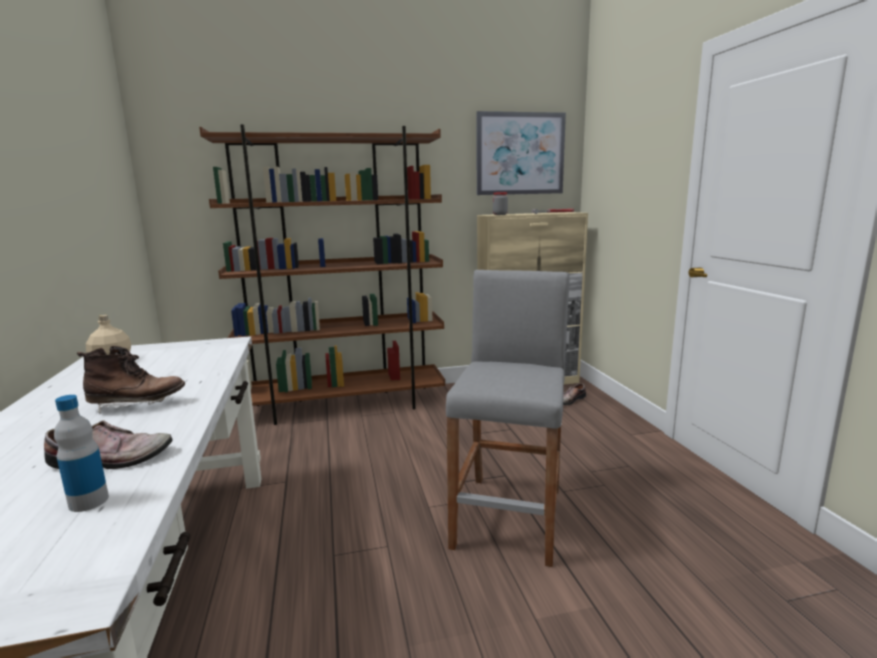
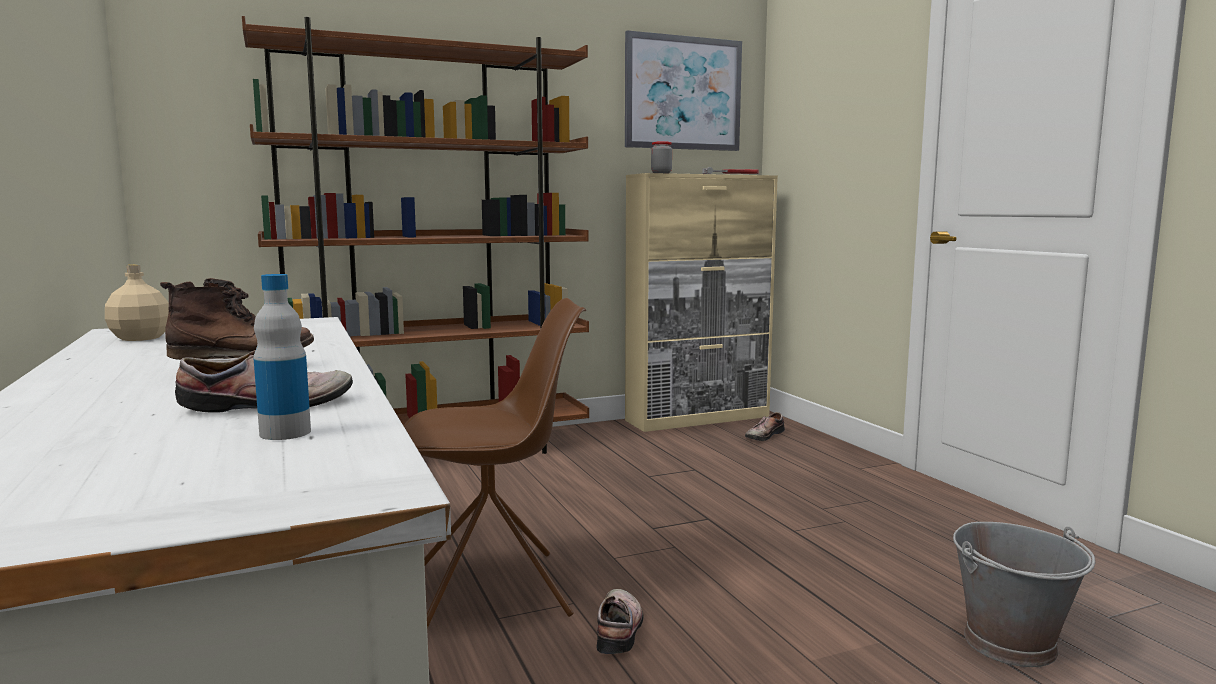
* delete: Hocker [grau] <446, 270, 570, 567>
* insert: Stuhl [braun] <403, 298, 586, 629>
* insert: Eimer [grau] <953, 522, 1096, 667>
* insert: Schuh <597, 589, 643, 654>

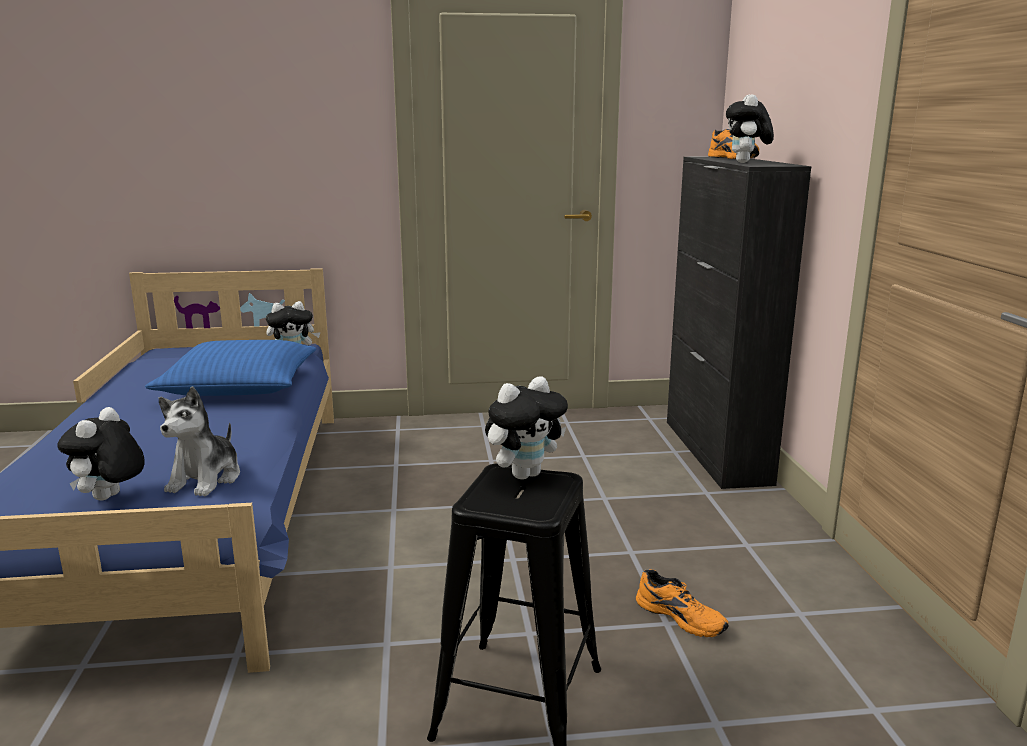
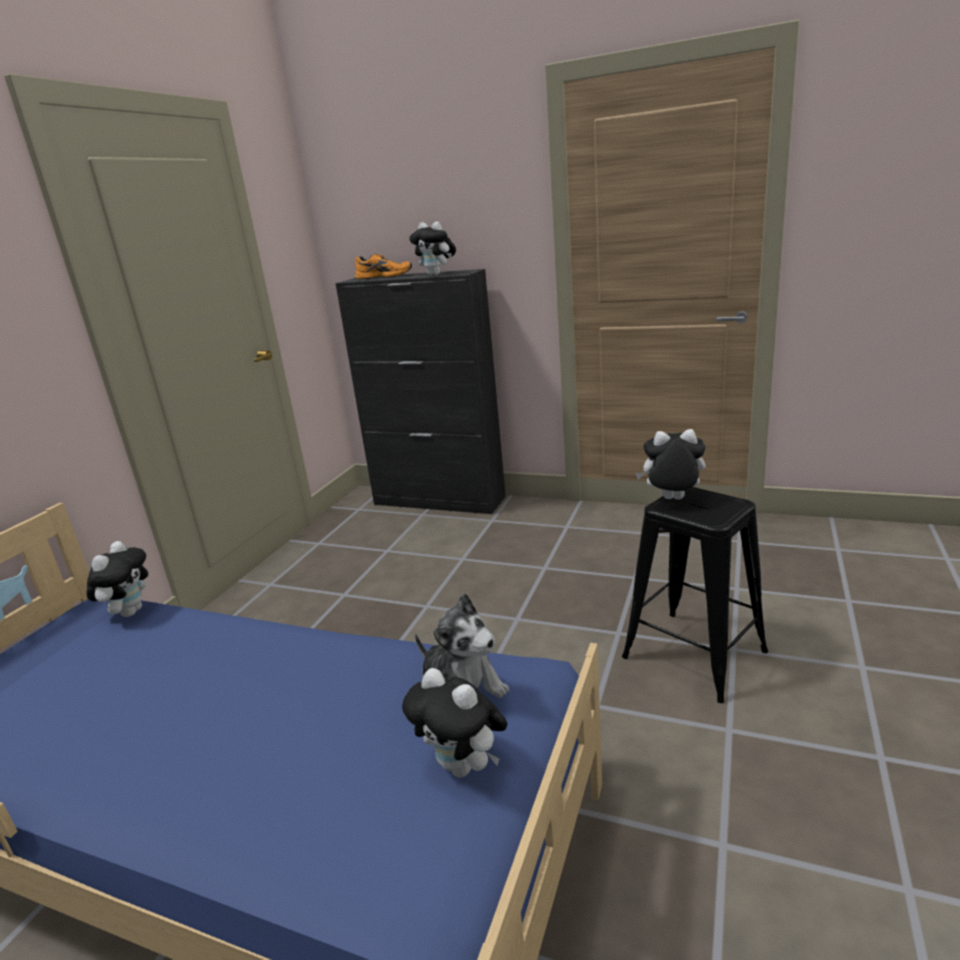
* delete: Kissen [blau] <145, 340, 316, 396>
* rotate: Plüschtier <485, 376, 568, 480> = <635, 429, 706, 500> 75 degrees counterclockwise
* delete: Schuh [orange] <636, 569, 729, 637>

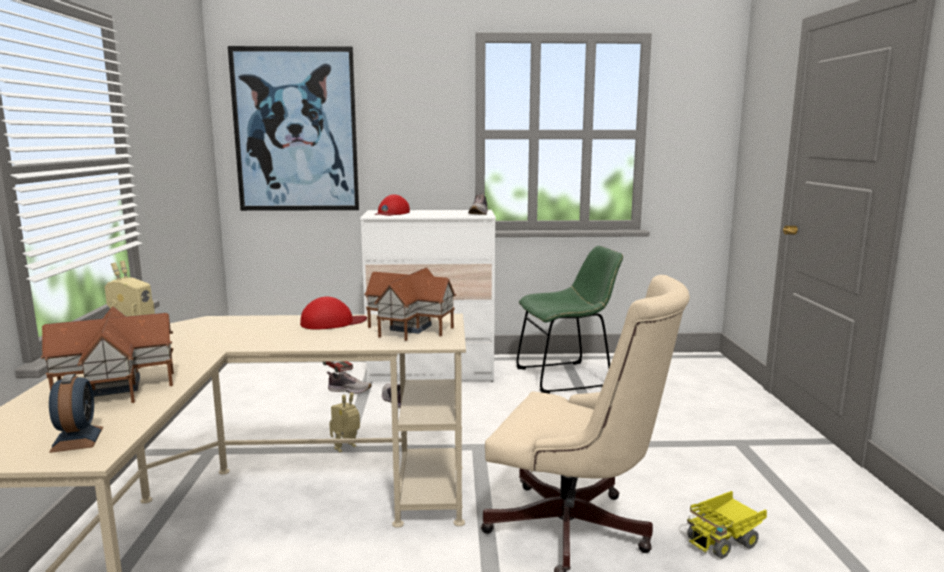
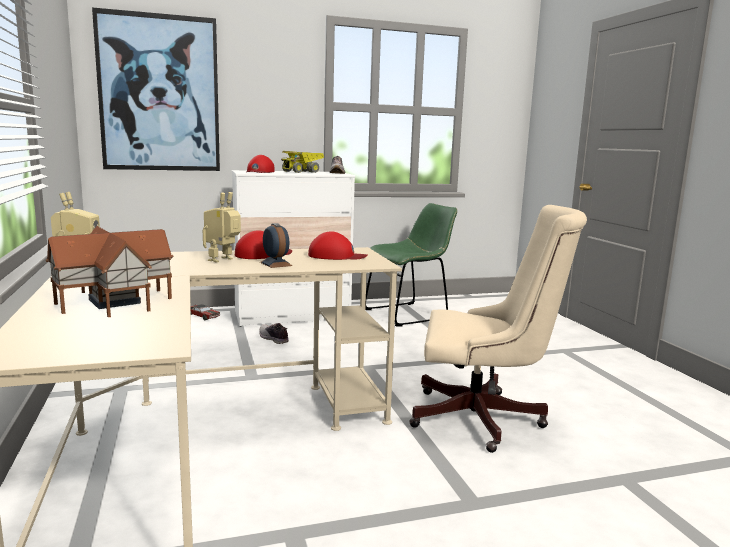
* replace: Spielzeughaus <364, 267, 456, 341> to Kappe [rot] <308, 231, 368, 260>
* delete: Schuh <327, 371, 371, 394>
* move: Wecker <49, 374, 103, 453> to <260, 223, 292, 268>
* move: Spielzeugroboter <329, 392, 360, 452> to <203, 192, 241, 262>
* move: Spielzeuglaster <687, 491, 767, 559> to <281, 151, 324, 173>

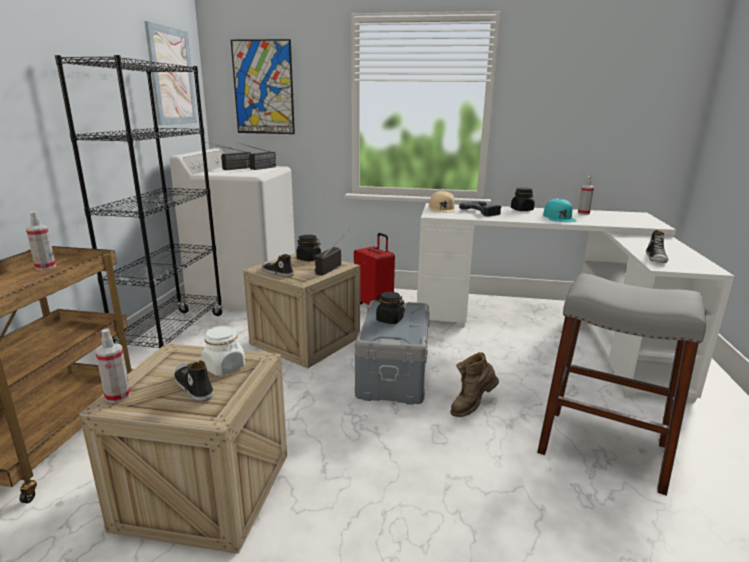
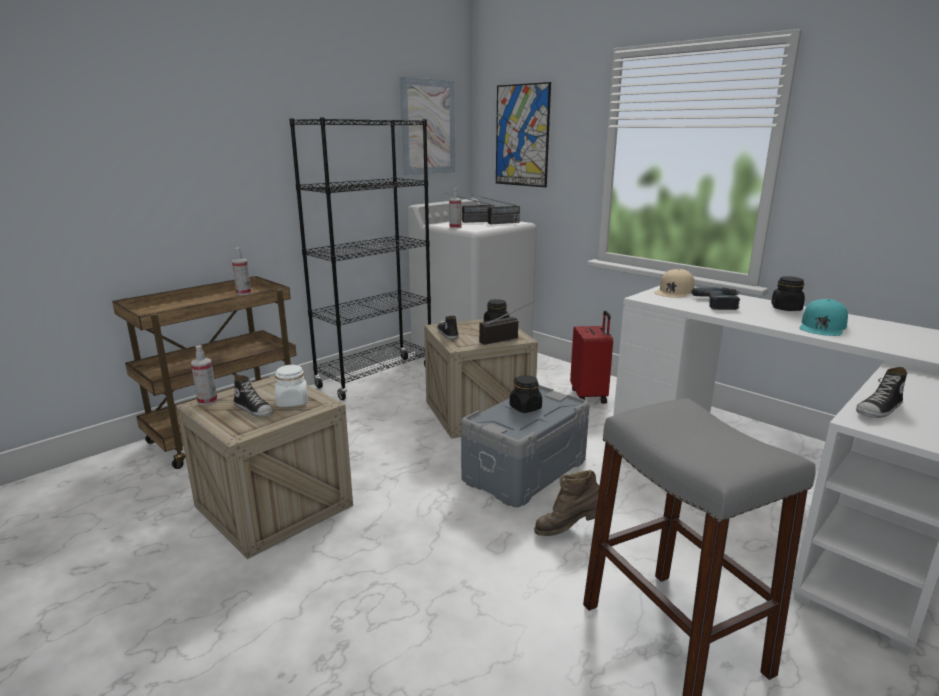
* move: Sprühflasche <578, 176, 594, 215> to <449, 188, 461, 229>
* rotate: Schuh <174, 360, 214, 402> = <234, 375, 274, 417> 135 degrees clockwise

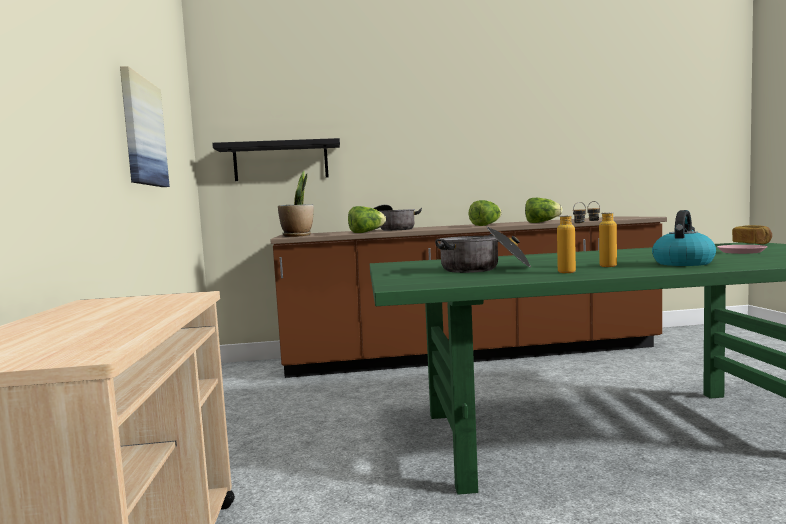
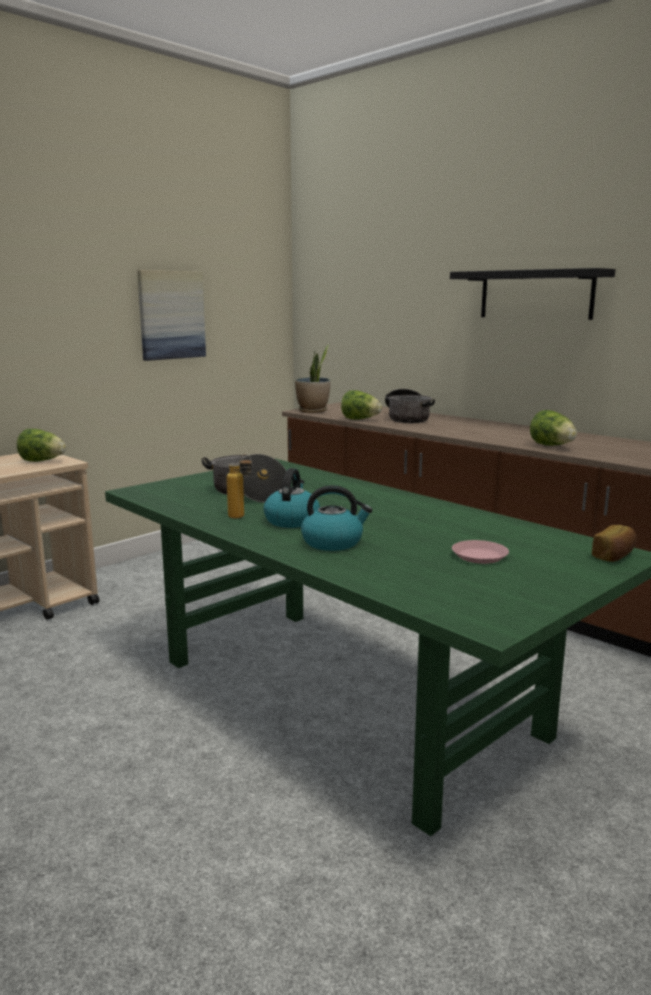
* move: Wandregal [schwarz] <212, 138, 340, 181> to <450, 268, 615, 320>
* move: Salatkopf <469, 200, 502, 226> to <17, 429, 66, 462>
* replace: Flasche <587, 201, 617, 267> to Wasserkessel <263, 468, 320, 528>

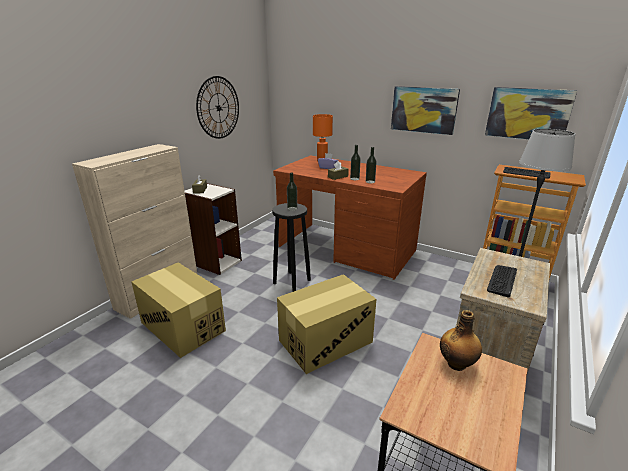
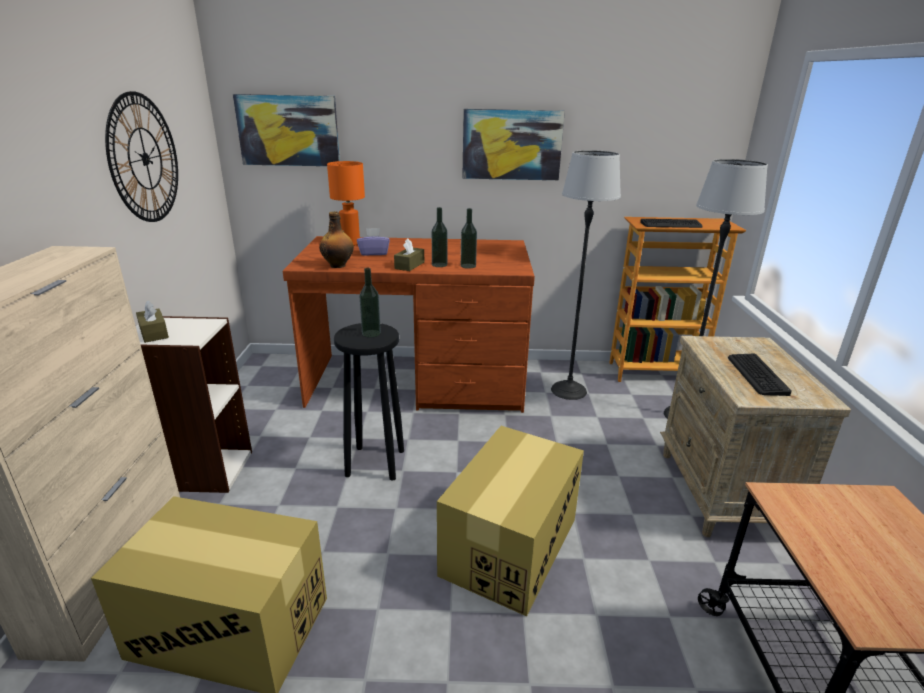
* move: Bild <485, 87, 577, 139> to <233, 94, 340, 166>
* move: Flasche <440, 310, 482, 371> to <319, 211, 354, 268>
* insert: Stehlampe <551, 150, 621, 400>

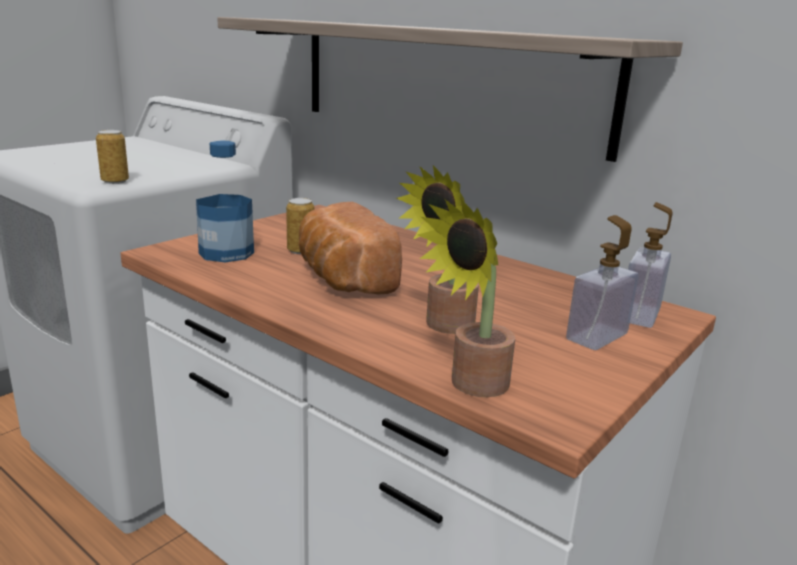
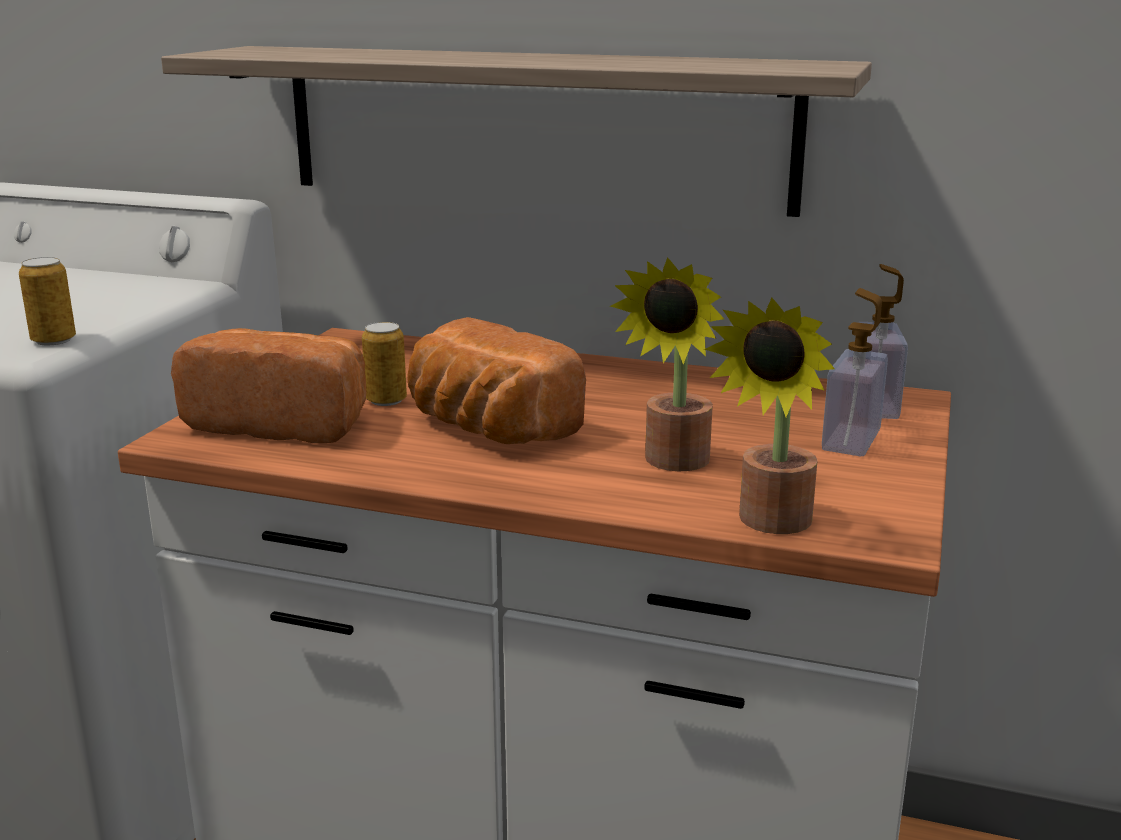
* replace: Flasche <196, 140, 254, 262> to Brot <171, 328, 366, 443>

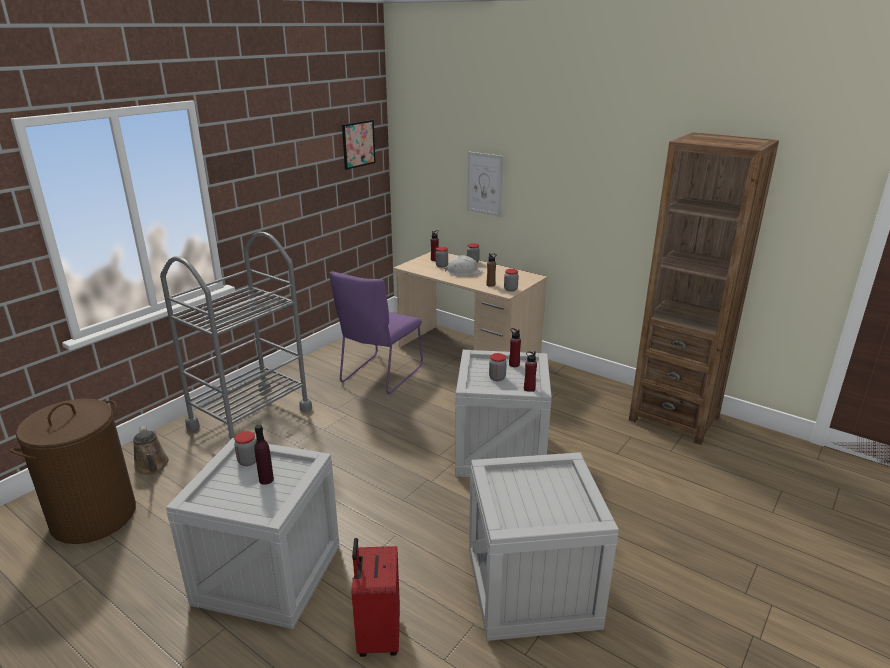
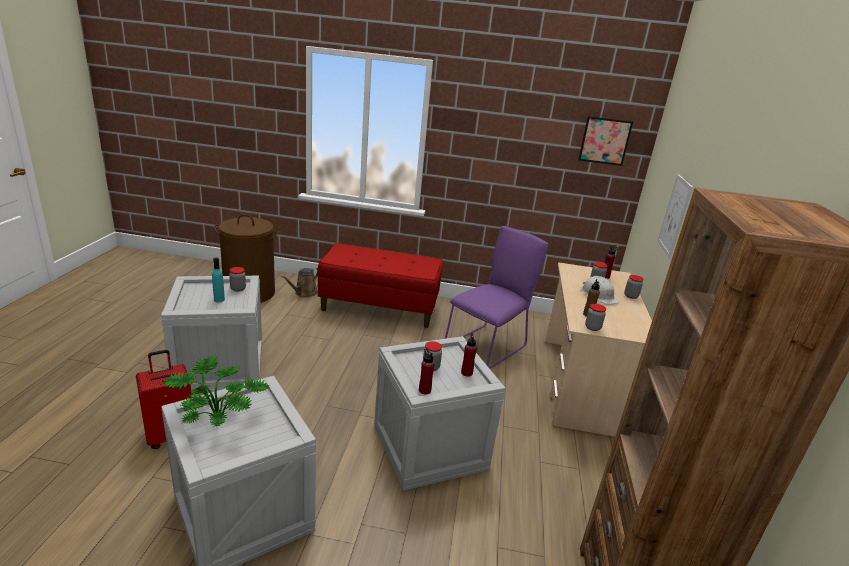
* replace: Rollwagen [grau] <160, 232, 312, 443> to Bank [rot] <318, 243, 443, 328>
* rotate: Stuhl [lila] <329, 272, 423, 394> = <445, 226, 548, 369> 135 degrees clockwise
* recolor: Flasche [lila] <254, 425, 274, 485> to Flasche [türkis] <212, 257, 225, 303>
* insert: Topfpflanze <163, 355, 270, 427>

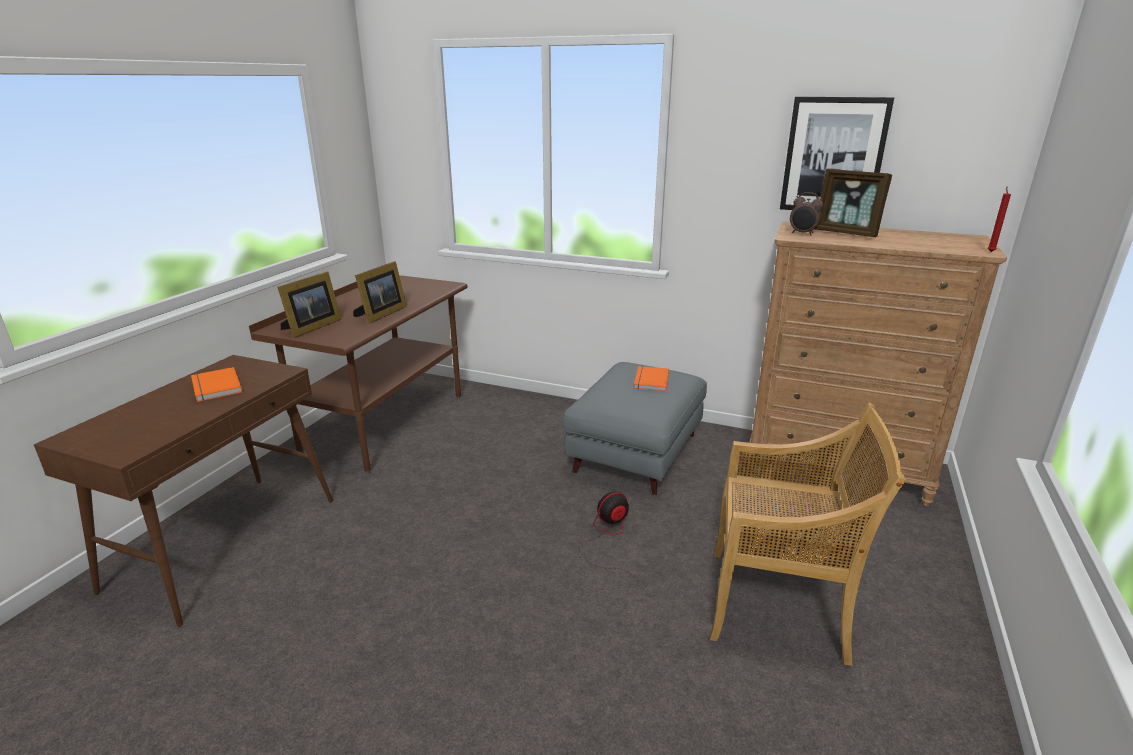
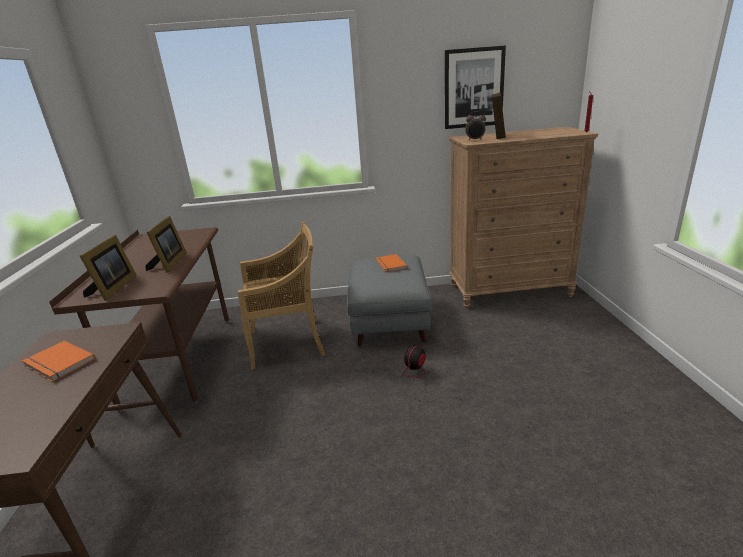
* rotate: Bilderrahmen <815, 169, 892, 237> = <492, 93, 506, 139> 90 degrees counterclockwise
* move: Stuhl [beige] <710, 403, 906, 666> to <238, 222, 326, 370>

